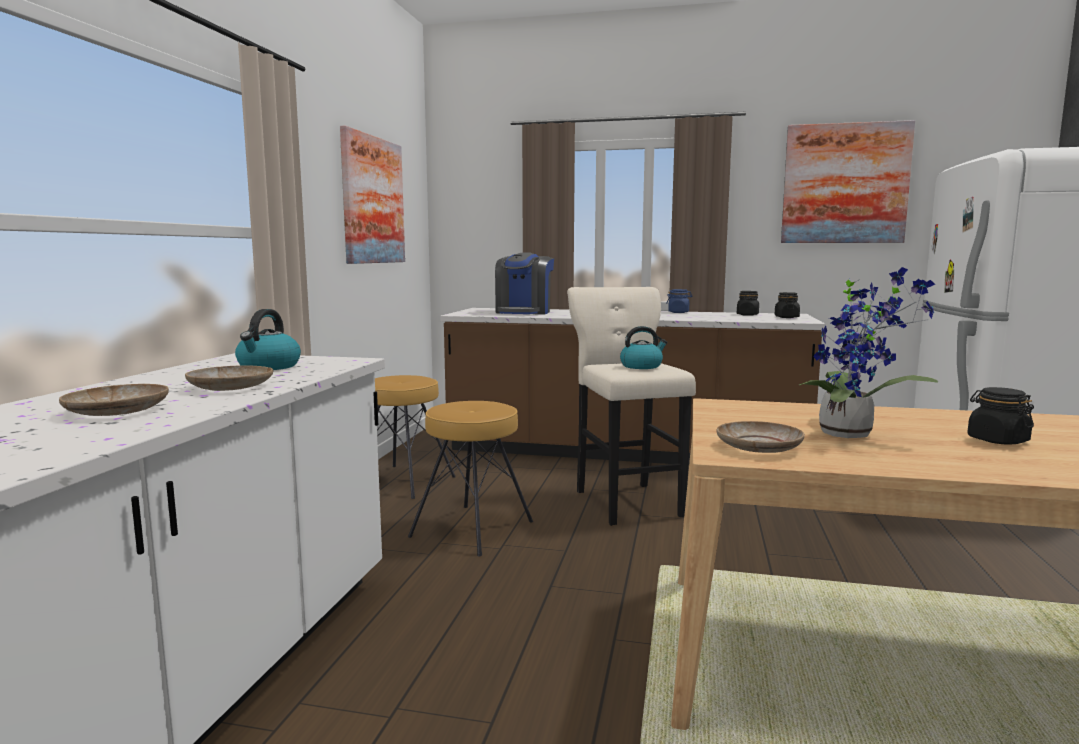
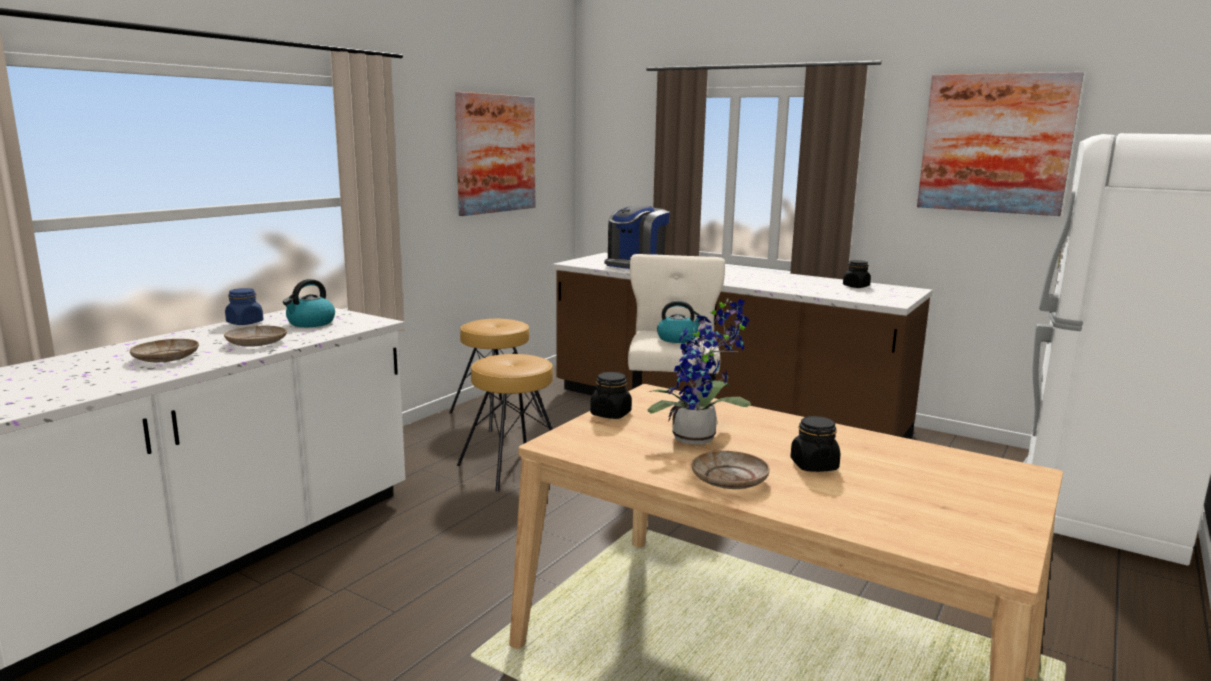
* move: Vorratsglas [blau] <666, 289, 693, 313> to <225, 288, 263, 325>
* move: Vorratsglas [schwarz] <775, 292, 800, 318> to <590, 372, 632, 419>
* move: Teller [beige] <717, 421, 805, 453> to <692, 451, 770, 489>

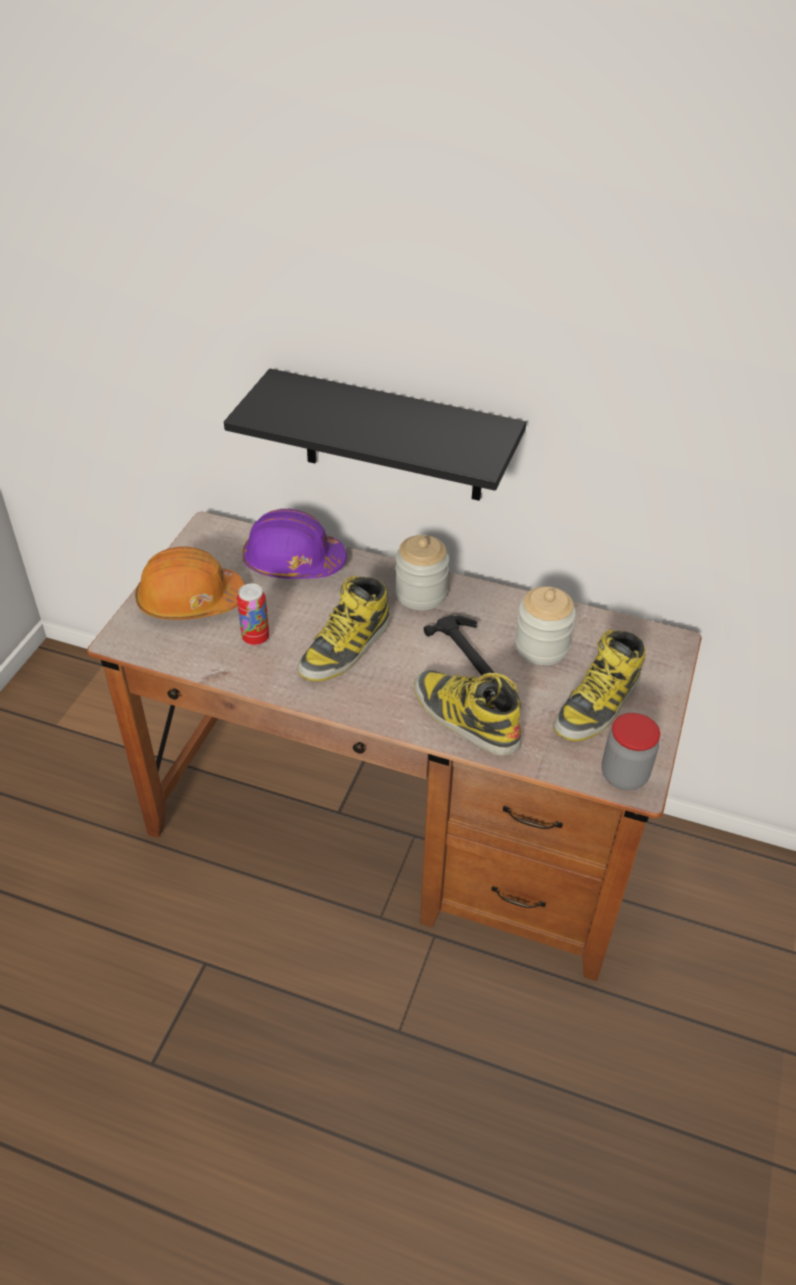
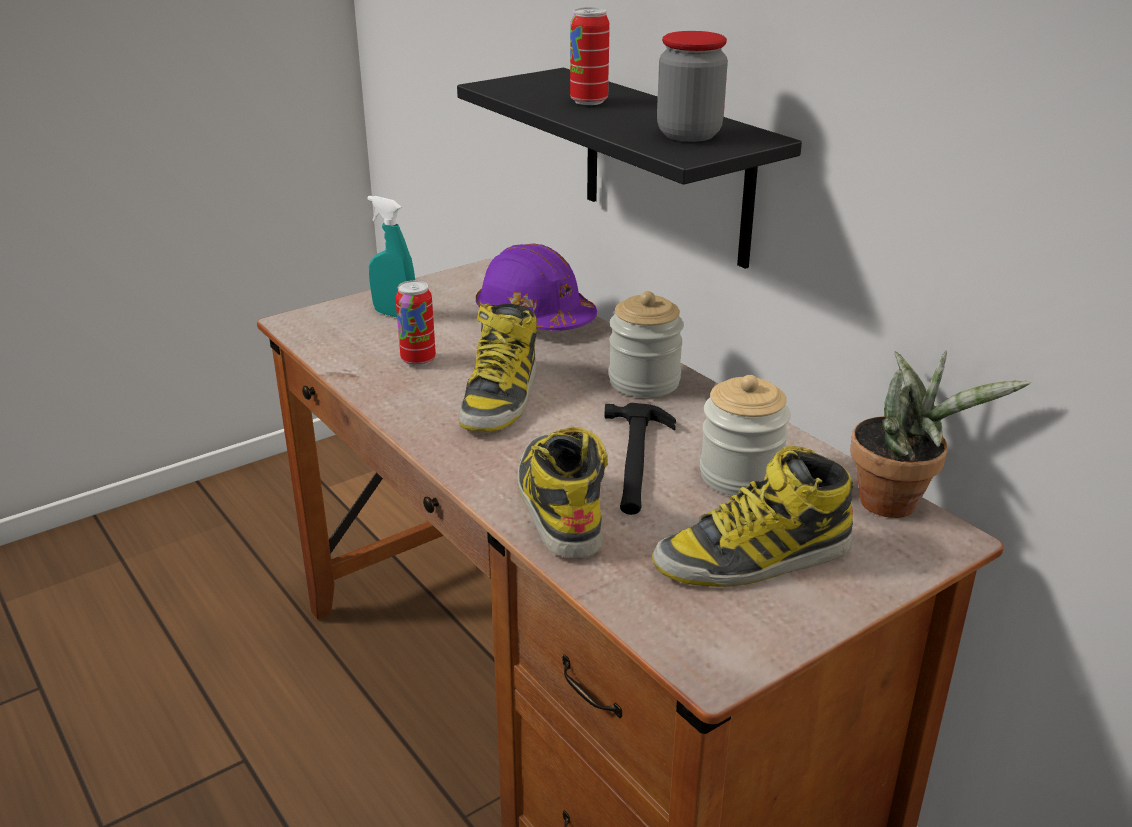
* replace: Schutzhelm [orange] <135, 547, 245, 620> to Sprühflasche [türkis] <367, 196, 415, 317>
* rotate: Stiefel <297, 576, 390, 681> = <459, 303, 537, 433> 60 degrees counterclockwise
* move: Vorratsglas <602, 713, 660, 790> to <657, 31, 728, 142>
* insert: Dose <570, 7, 610, 105>
* insert: Topfpflanze <850, 350, 1031, 518>

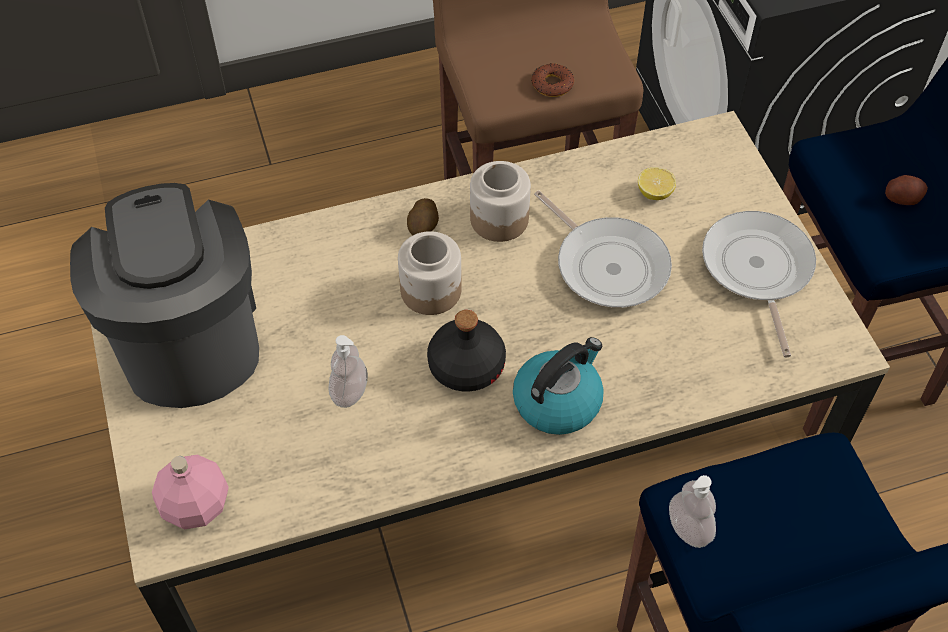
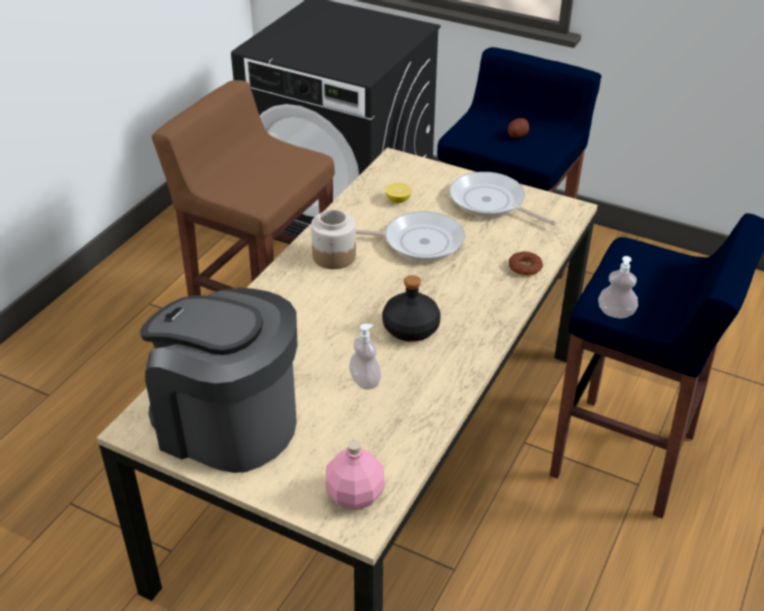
* move: Donut <531, 63, 574, 97> to <508, 251, 543, 276>
* delete: Kartoffel <407, 198, 439, 235>
* delete: Vorratsglas <398, 231, 462, 315>
* delete: Wasserkessel <513, 337, 604, 435>

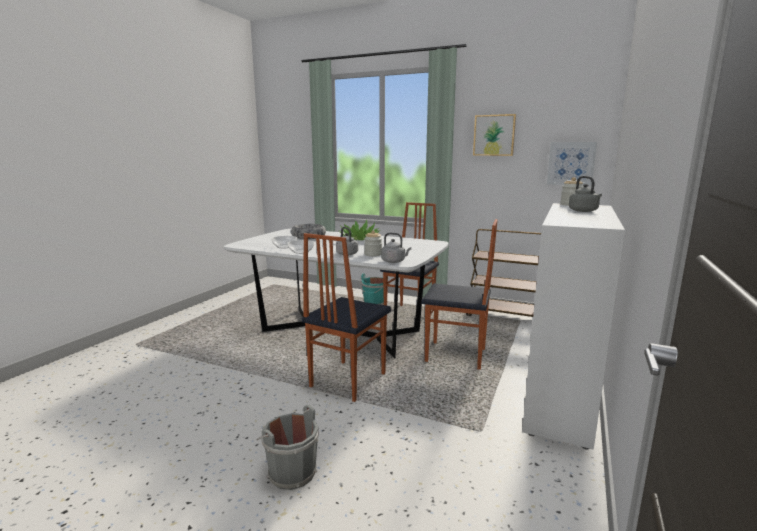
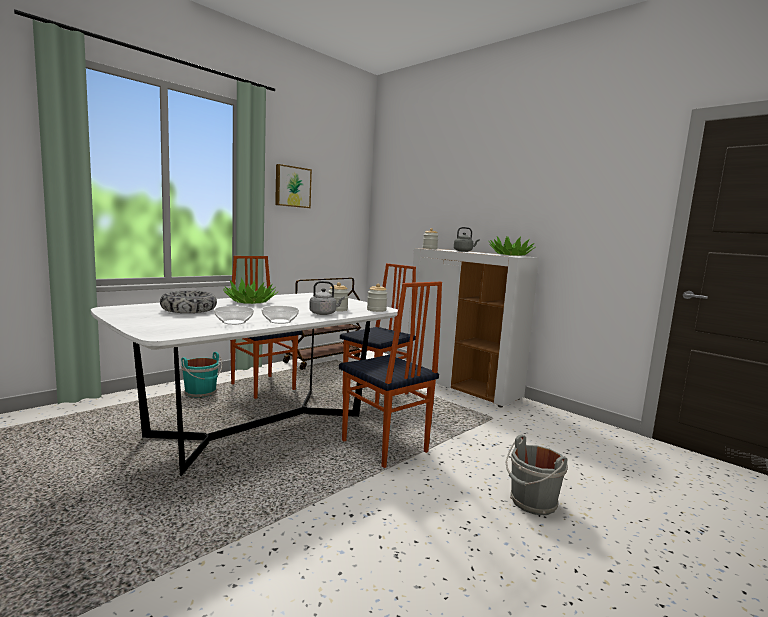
* delete: Bild <547, 142, 597, 186>
* replace: Wasserkessel [grau] <381, 232, 411, 263> to Vorratsglas <367, 284, 388, 312>
* insert: Topfpflanze <489, 236, 535, 255>

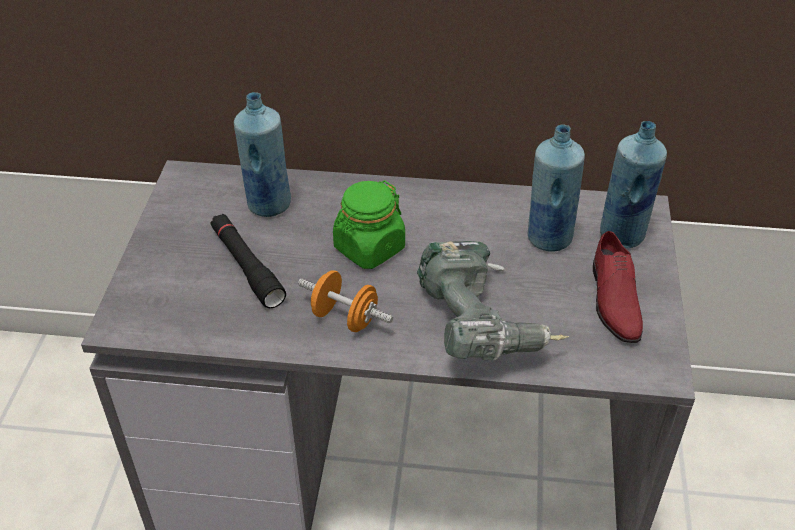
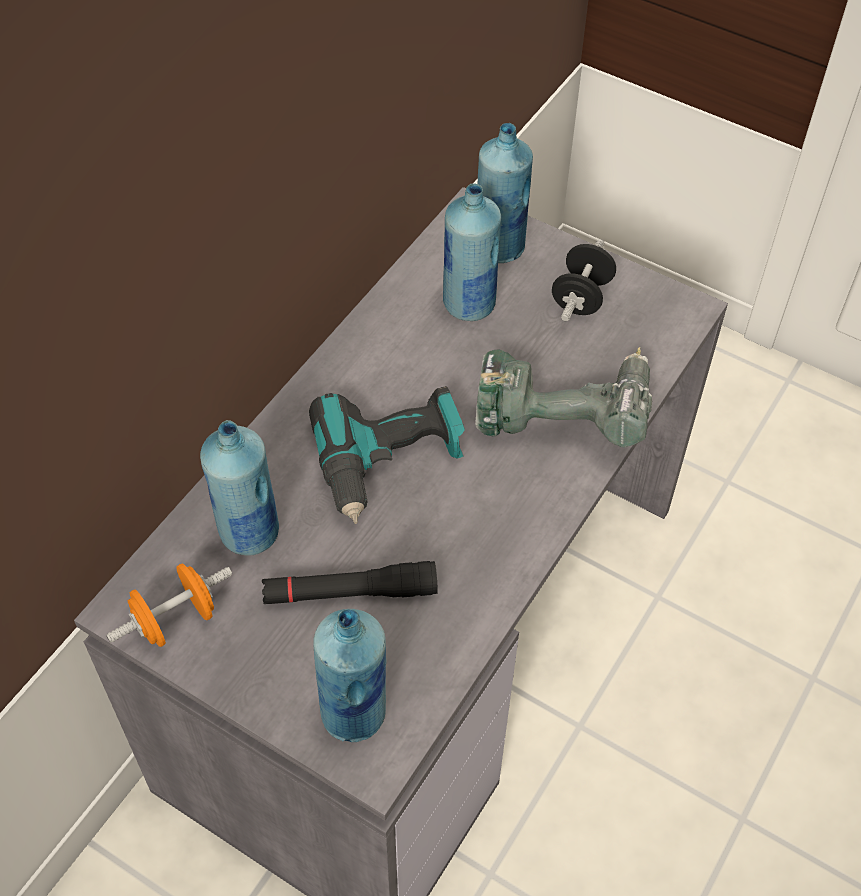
* replace: Vorratsglas [grün] <333, 180, 405, 269> to Bohrmaschine <309, 386, 465, 524>
* replace: Schuh [rot] <593, 231, 643, 343> to Hantel [schwarz] <552, 239, 616, 321>
* move: Hantel [orange] <298, 270, 393, 332> to <106, 564, 232, 647>
* insert: Flasche [blau] <313, 609, 386, 742>

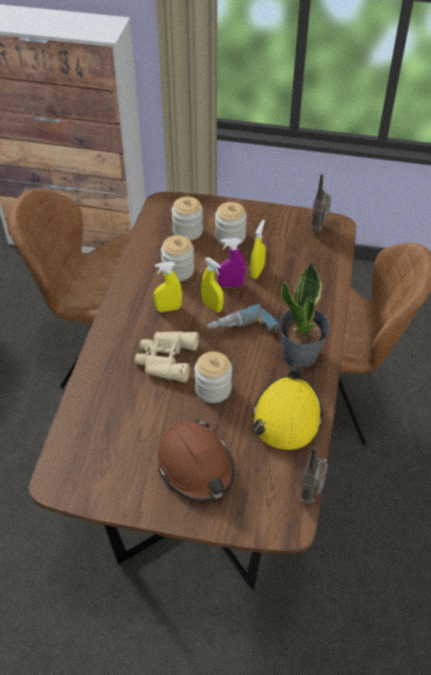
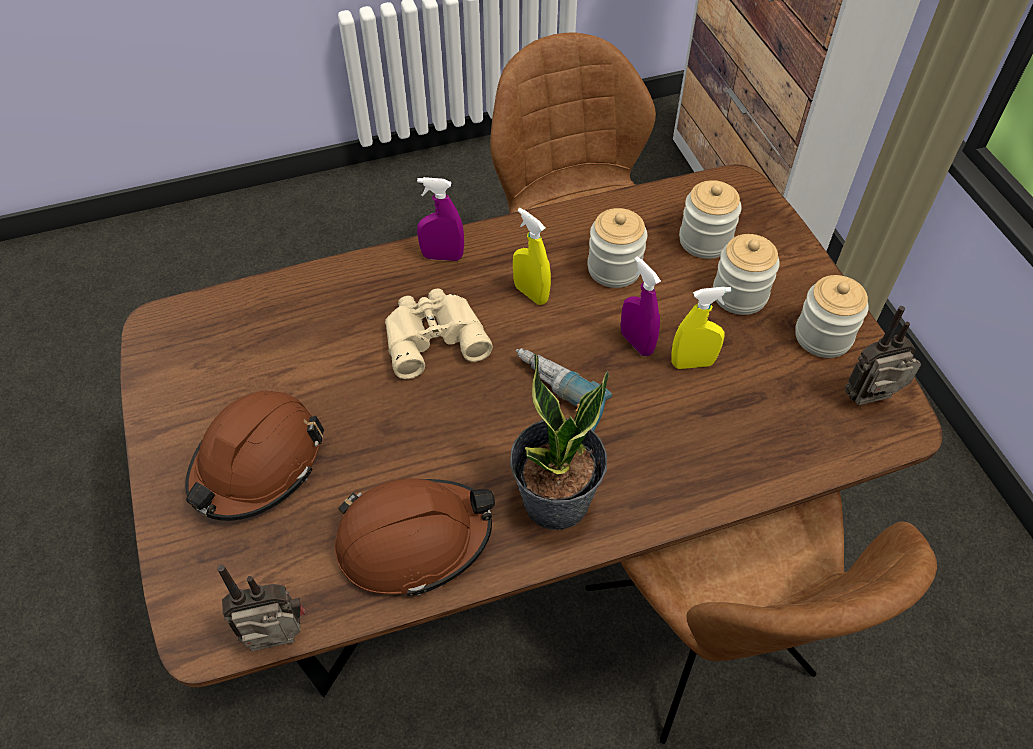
* delete: Sprühflasche [gelb] <201, 257, 224, 312>
* move: Vorratsglas <194, 352, 232, 403> to <795, 275, 869, 358>
* recolor: Schutzhelm [gelb] <252, 365, 323, 451> to Schutzhelm [braun] <335, 478, 495, 596>
* insert: Sprühflasche [lila] <417, 177, 464, 261>

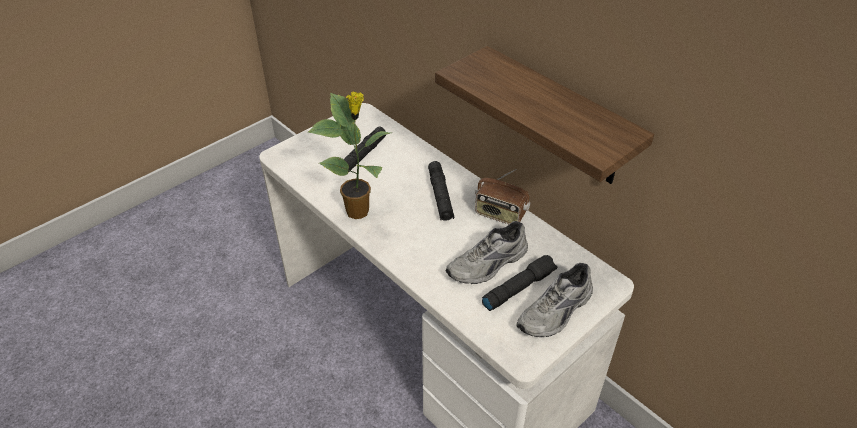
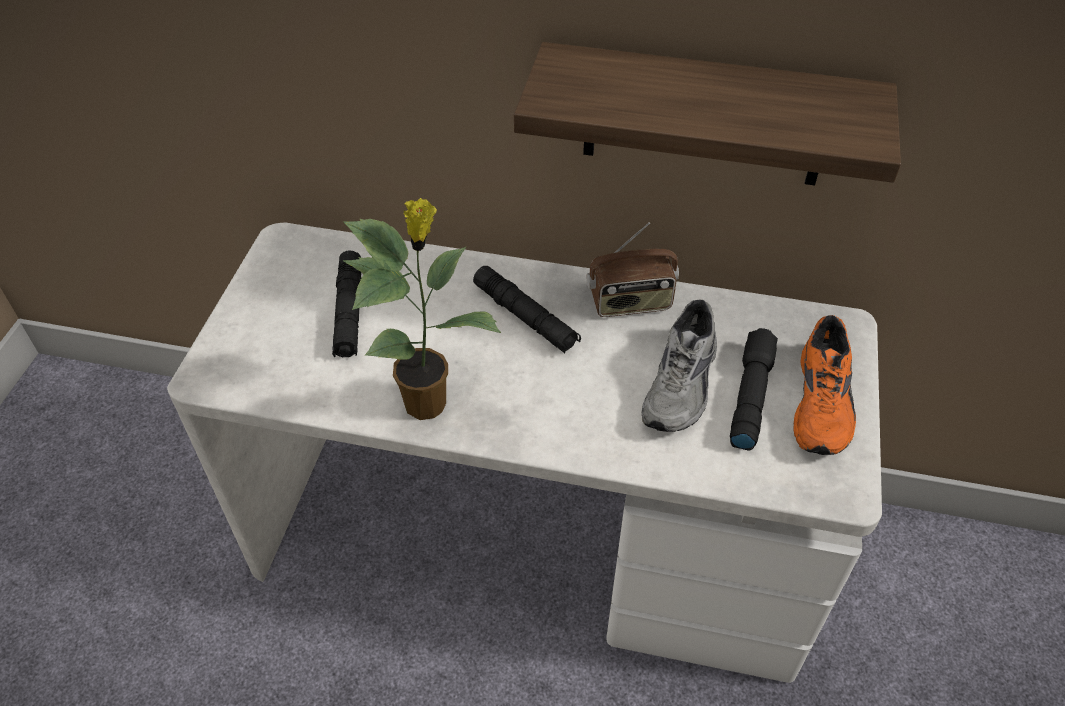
* recolor: Schuh [grau] <517, 263, 593, 337> to Schuh [orange] <794, 315, 856, 455>

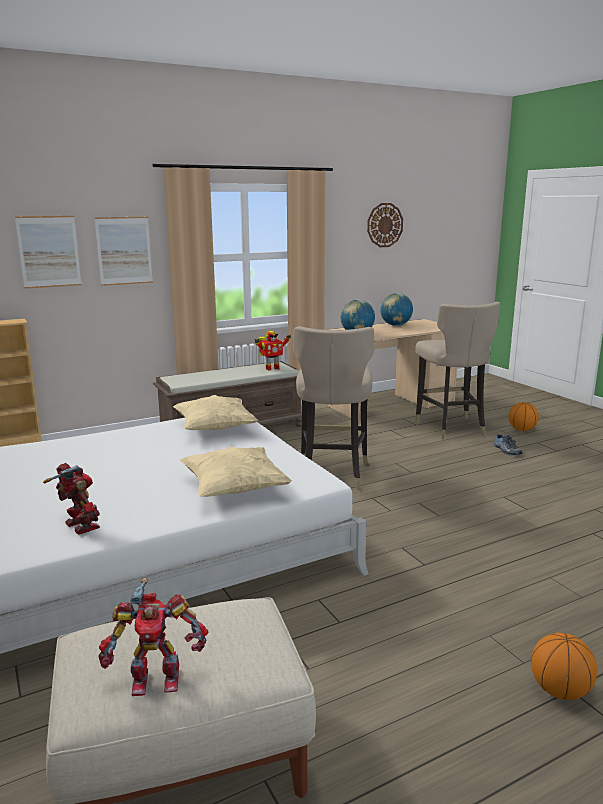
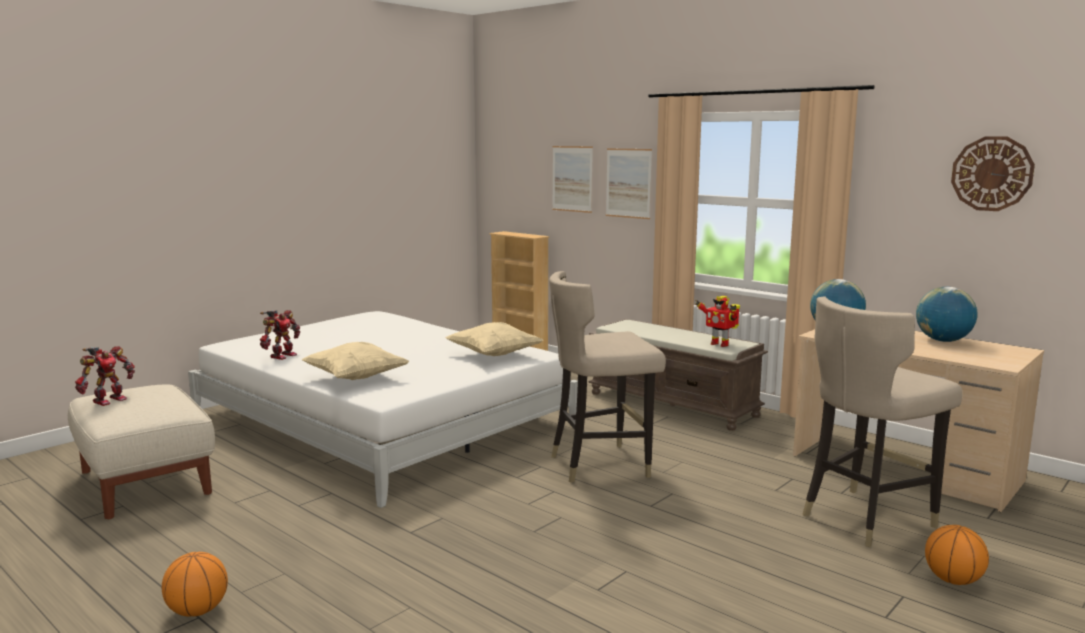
* delete: Schuh <494, 434, 522, 455>
* rotate: Spielzeugroboter <99, 578, 208, 696> = <75, 346, 135, 406> 120 degrees counterclockwise

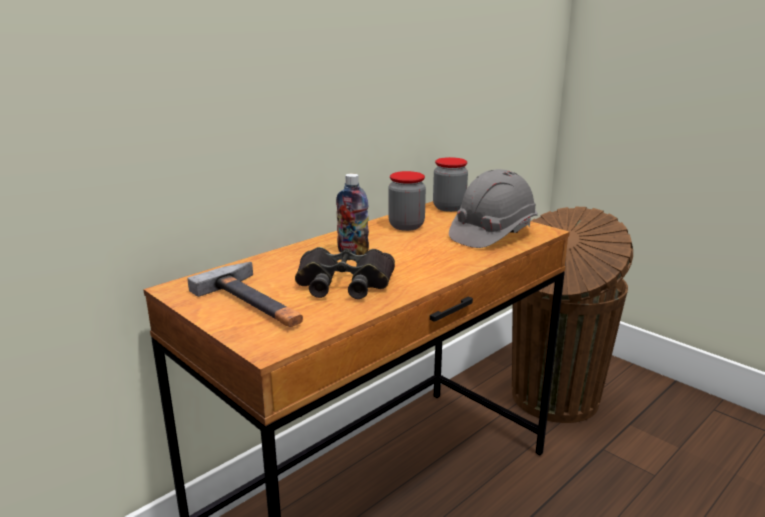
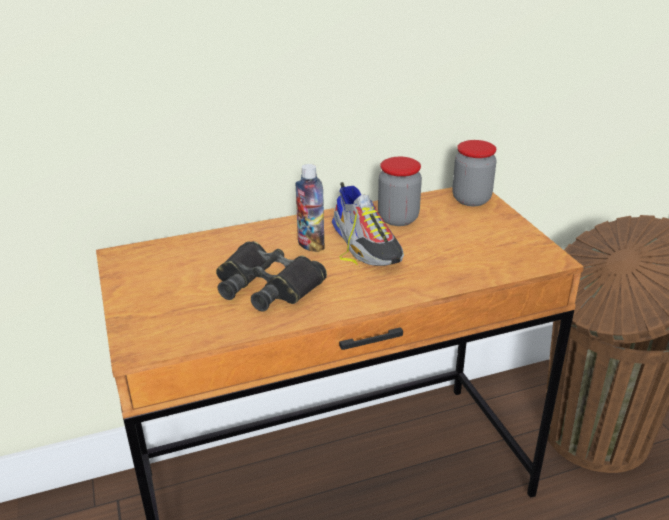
* delete: Schutzhelm [grau] <449, 169, 538, 248>
* delete: Hammer <187, 262, 303, 327>
* insert: Schuh <332, 182, 404, 266>

